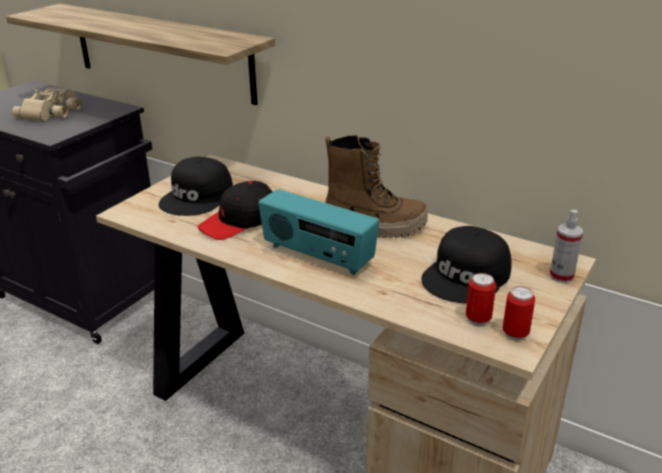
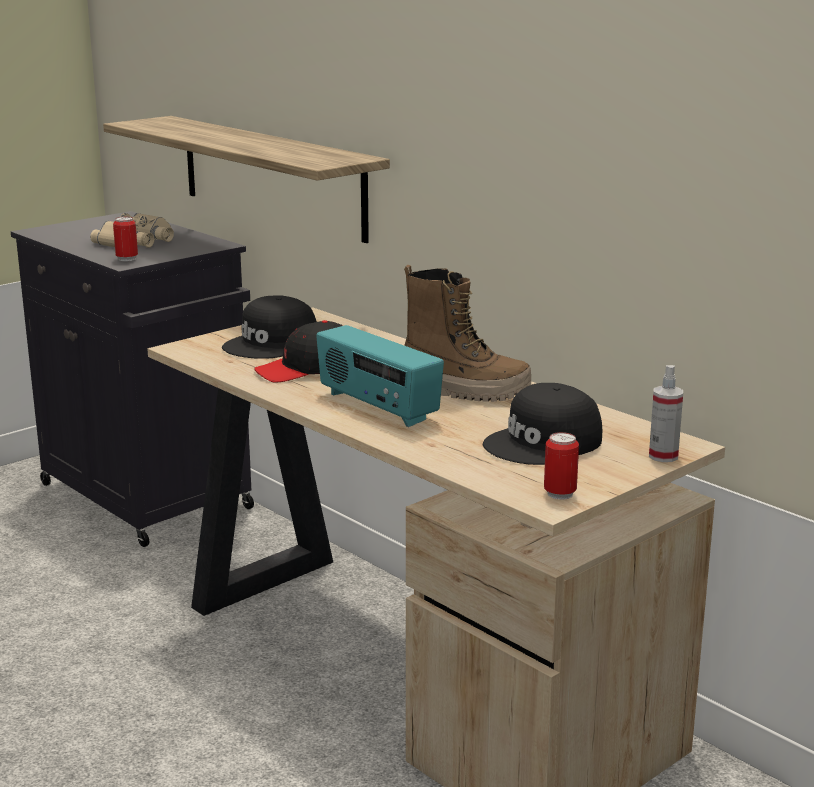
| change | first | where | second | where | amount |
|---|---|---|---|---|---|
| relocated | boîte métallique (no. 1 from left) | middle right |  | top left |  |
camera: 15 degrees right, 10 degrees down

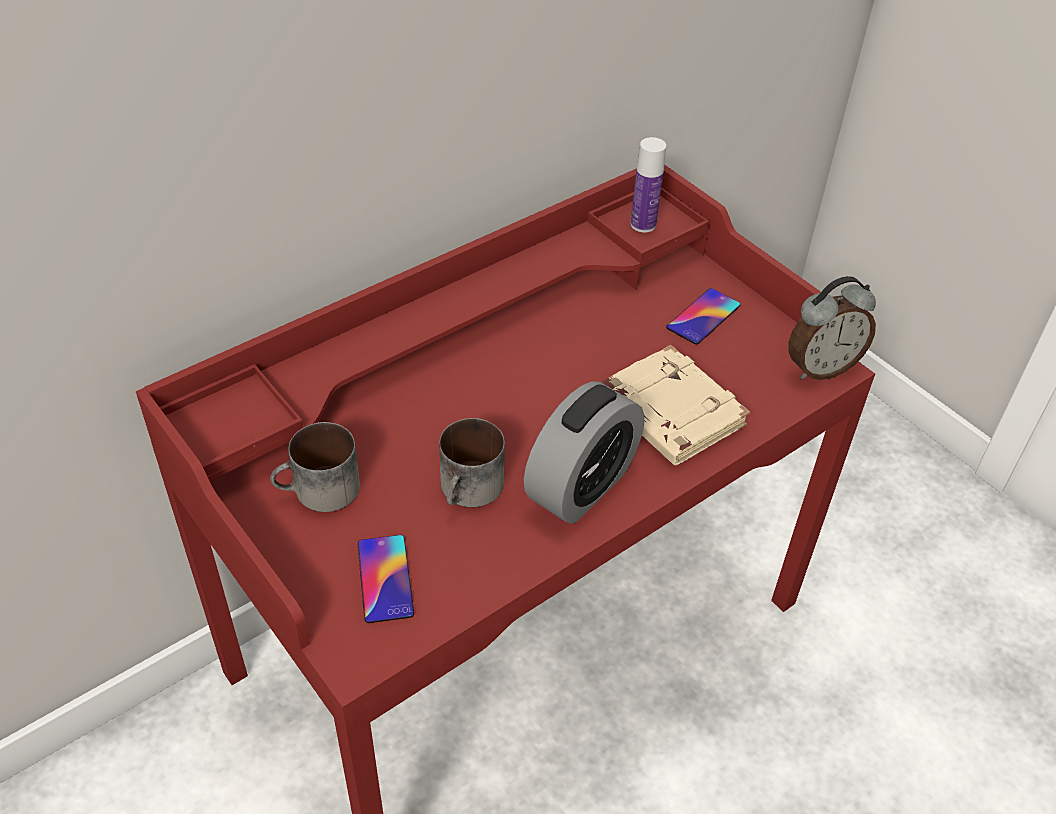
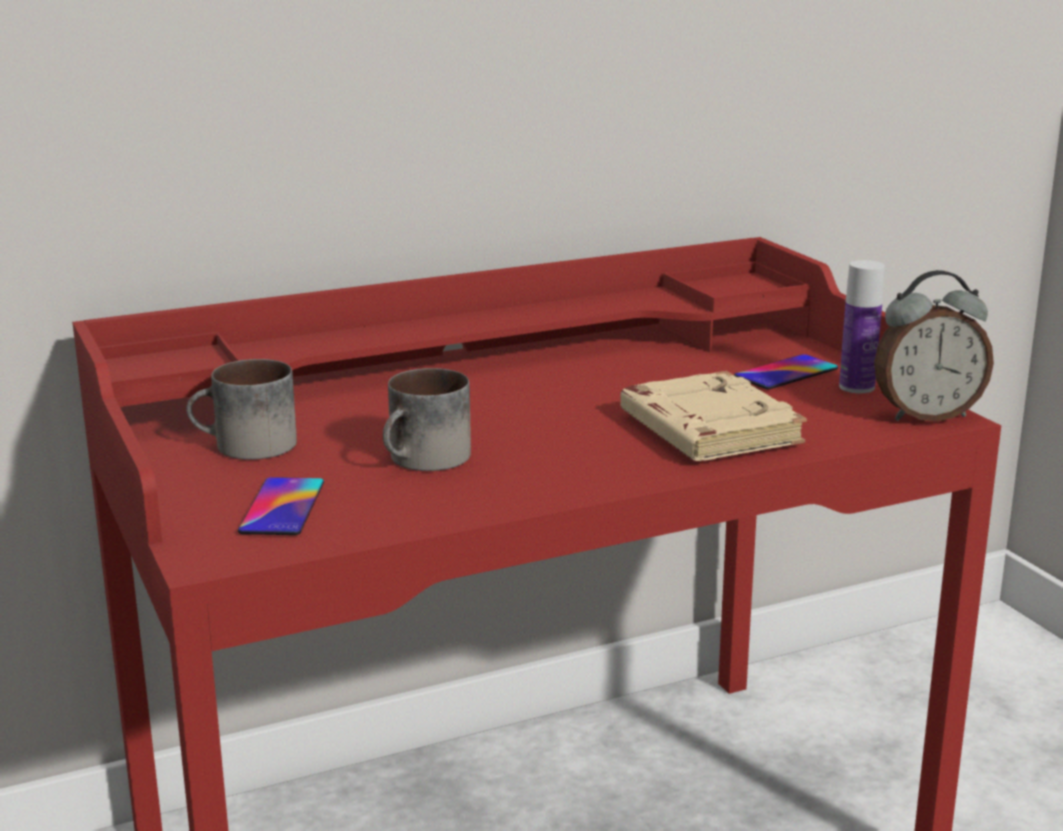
| change | first | where | second | where | amount |
|---|---|---|---|---|---|
| relocated | bouteille | top centre |  | middle right |  |
| missing | réveil (no. 1 from left) | centre |  |  |  |
camera: 15 degrees right, 25 degrees down

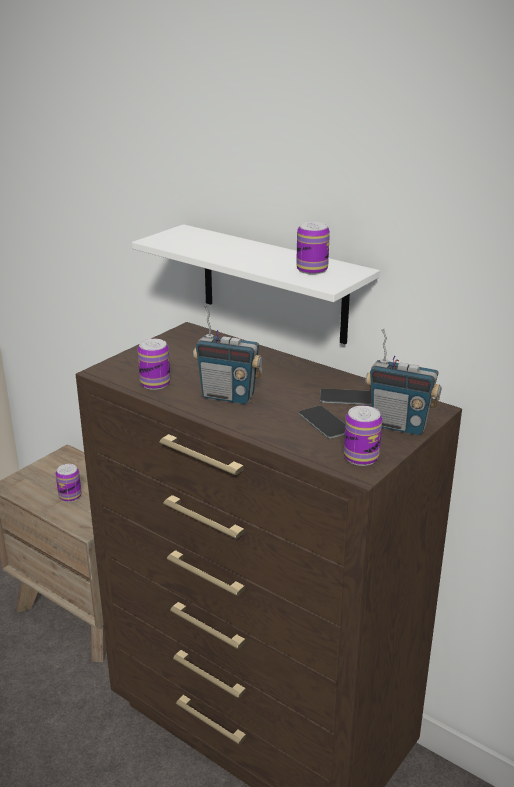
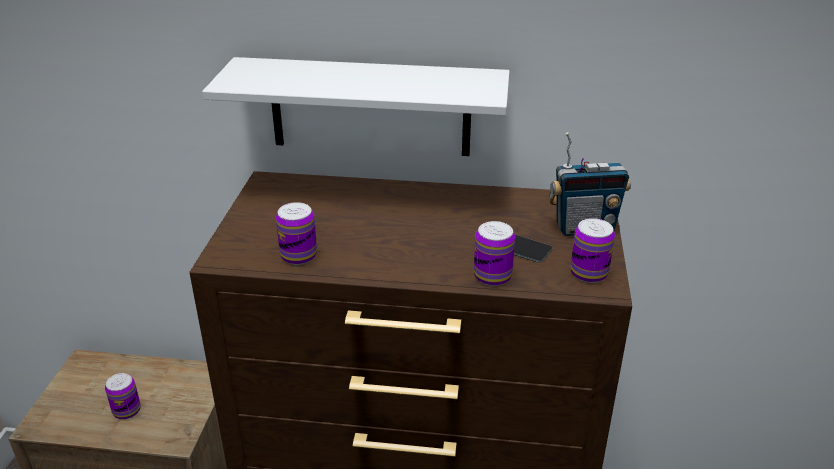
| change | first | where | second | where | amount |
|---|---|---|---|---|---|
| relocated | boîte métallique (no. 3 from left) | top centre |  | centre |  |
| missing | radio (no. 1 from left) | centre |  |  |  |
| missing | téléphone (no. 2 from left) | middle right |  |  |  |
camera: 30 degrees left, 5 degrees up

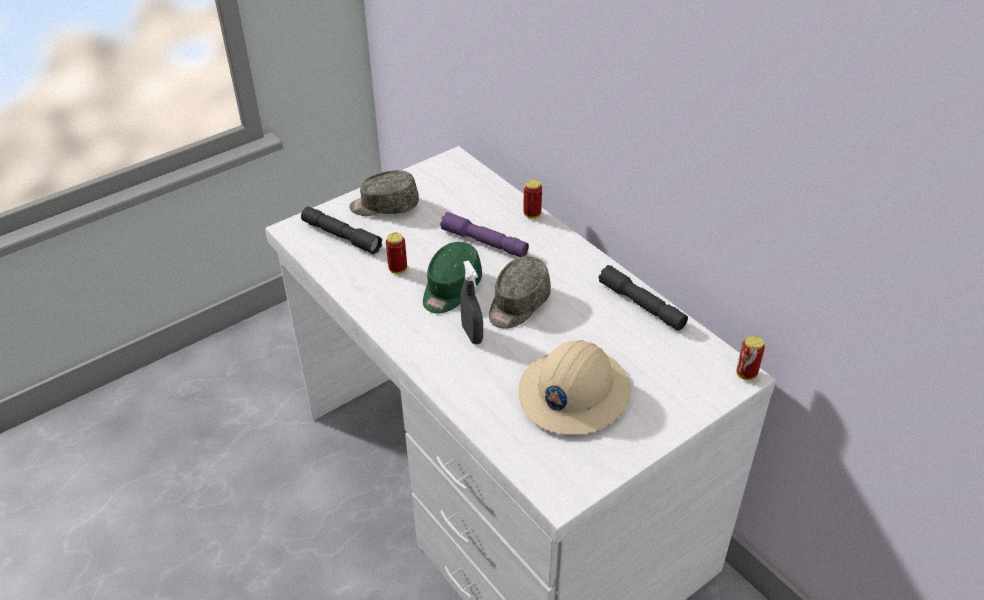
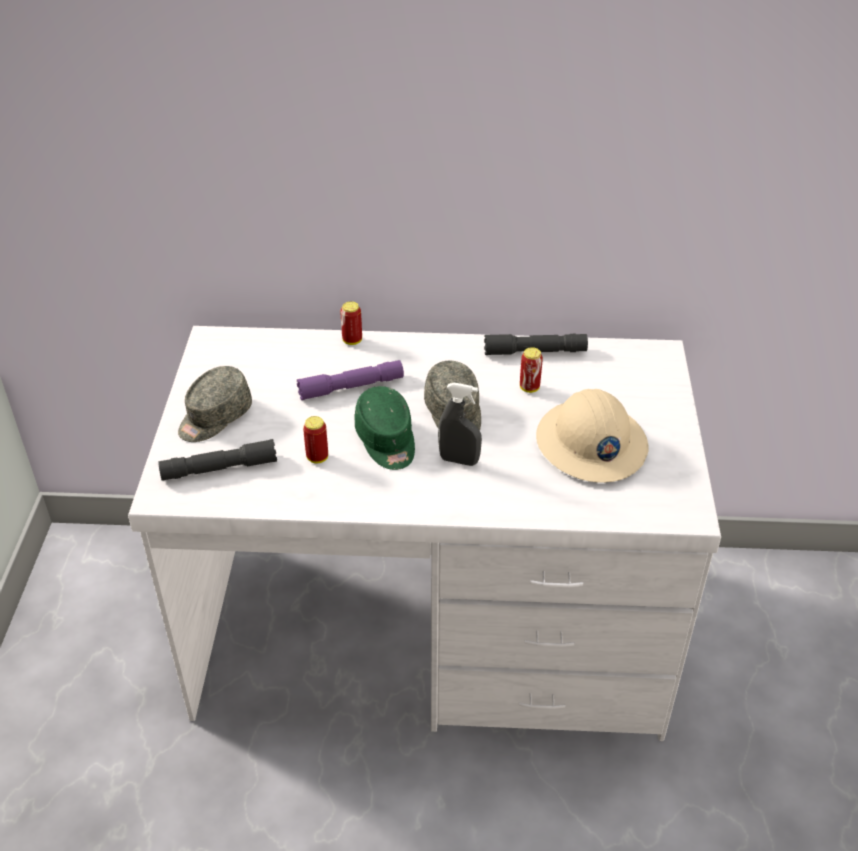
| change | first | where | second | where | amount |
|---|---|---|---|---|---|
| relocated | boîte métallique (no. 3 from left) | middle right |  | centre |  |
camera: 50 degrees left, 0 degrees up

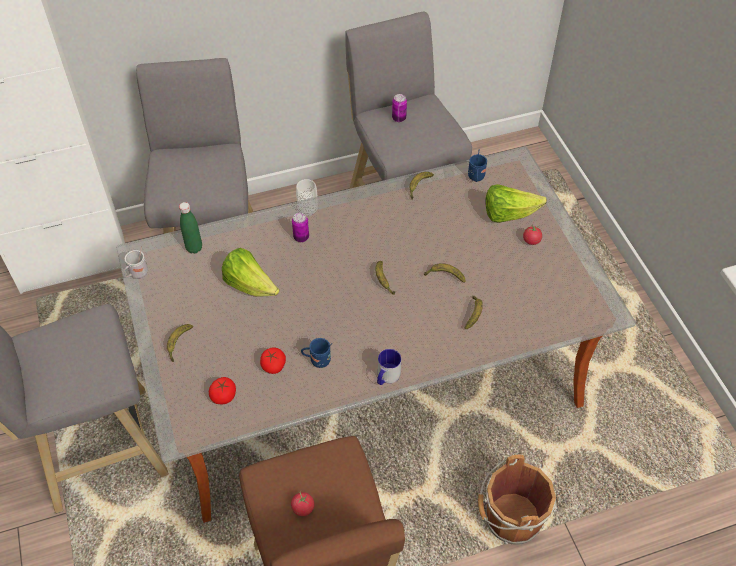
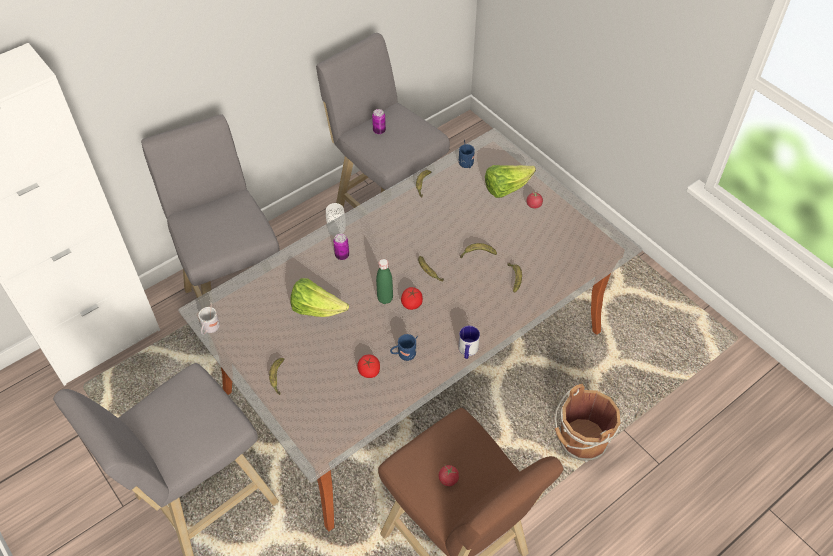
| change | first | where | second | where | amount |
|---|---|---|---|---|---|
| relocated | bouteille (vert) | middle left |  | centre |  |
| relocated | tomate (no. 1 from left in the first image) | bottom left | tomate (no. 2 from left) | centre |  |
camera: 20 degrees left, 0 degrees up

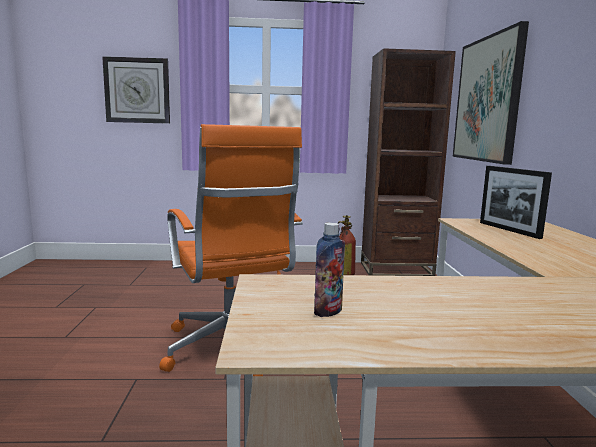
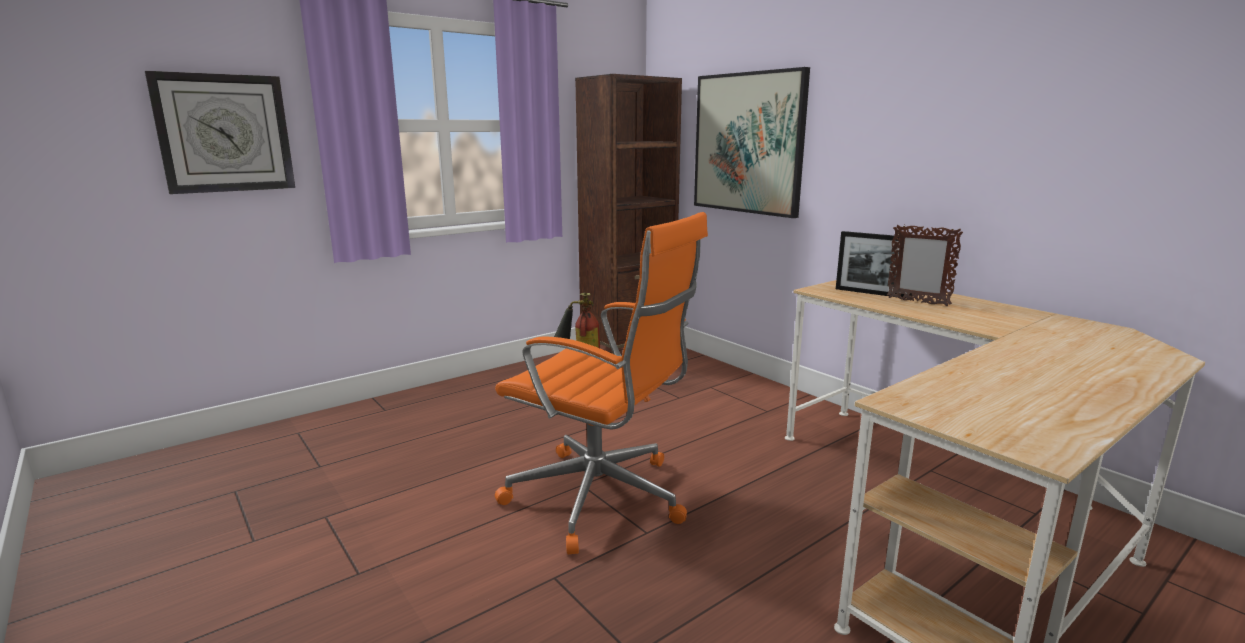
| change | first | where | second | where | amount |
|---|---|---|---|---|---|
| missing | bouteille | centre |  |  |  |
| appeared |  |  | cadre photo (no. 2 from left) | middle right |  |
camera: 35 degrees left, 5 degrees up

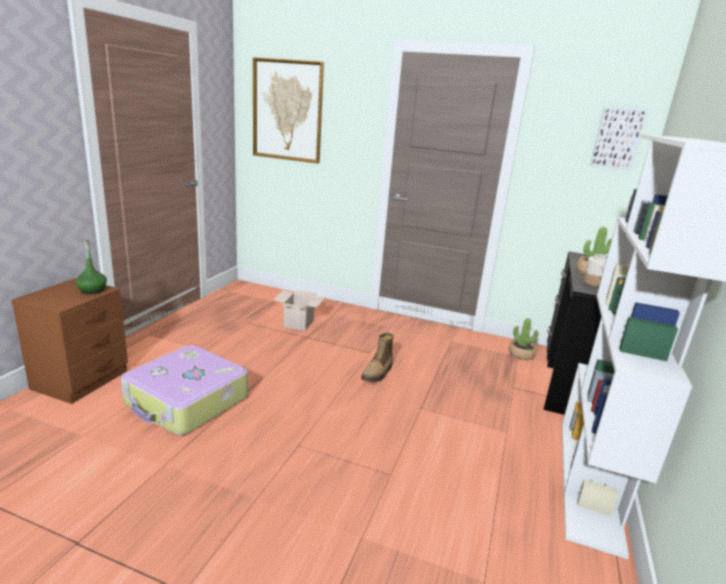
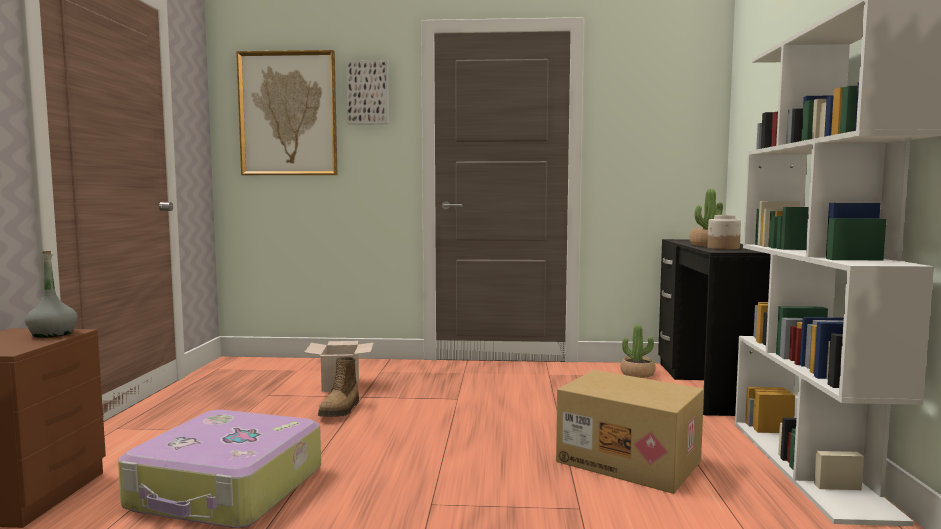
| change | first | where | second | where | amount |
|---|---|---|---|---|---|
| relocated | tableau (no. 2 from left) | top right |  | top centre |  |
| colour | bouteille (vert) | middle left | bouteille (gris) | middle left |  |
| relocated | botte | centre |  | bottom centre |  |
| appeared |  |  | carton (no. 2 from left) | bottom right |  |
camera: 15 degrees left, 15 degrees down

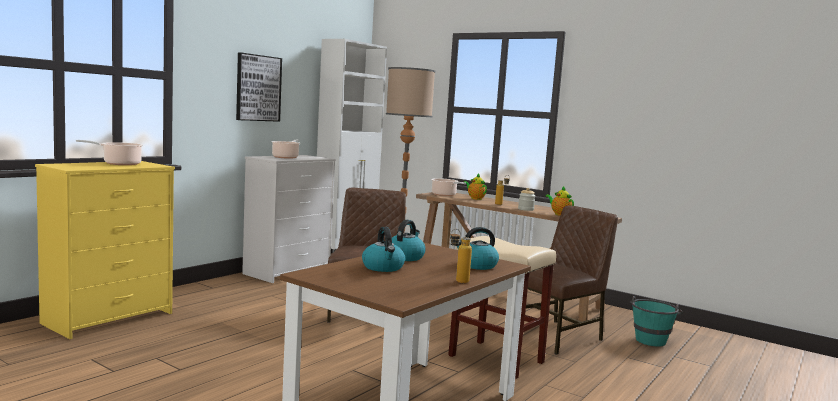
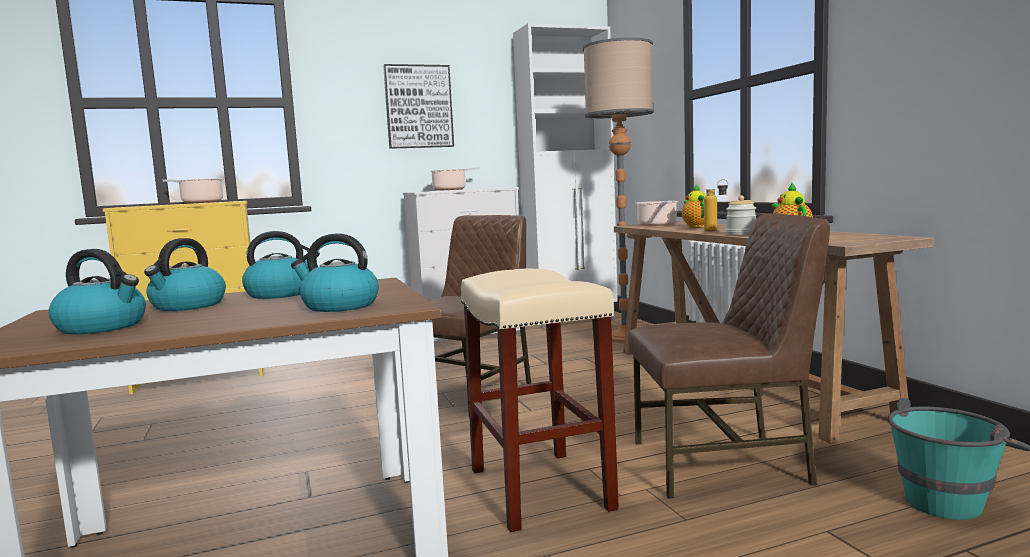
| change | first | where | second | where | amount |
|---|---|---|---|---|---|
| missing | bouteille (no. 1 from left) | centre |  |  |  |
| appeared |  |  | bouilloire (no. 1 from left) | middle left |  |
camera: 35 degrees right, 0 degrees up

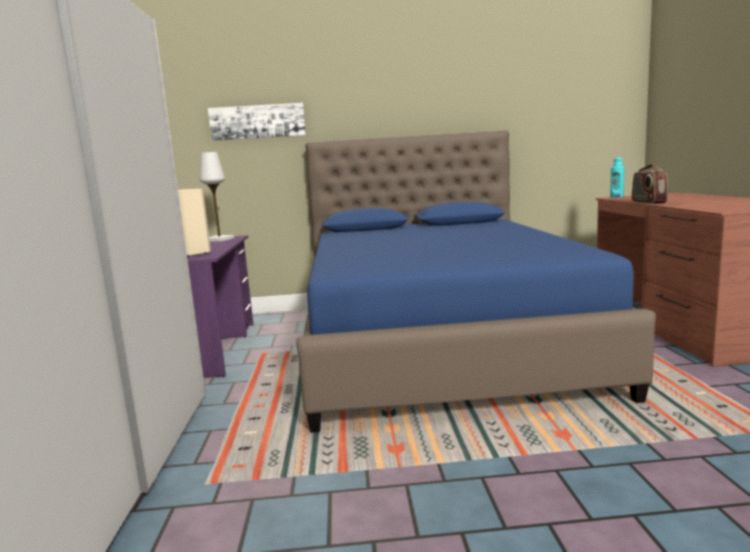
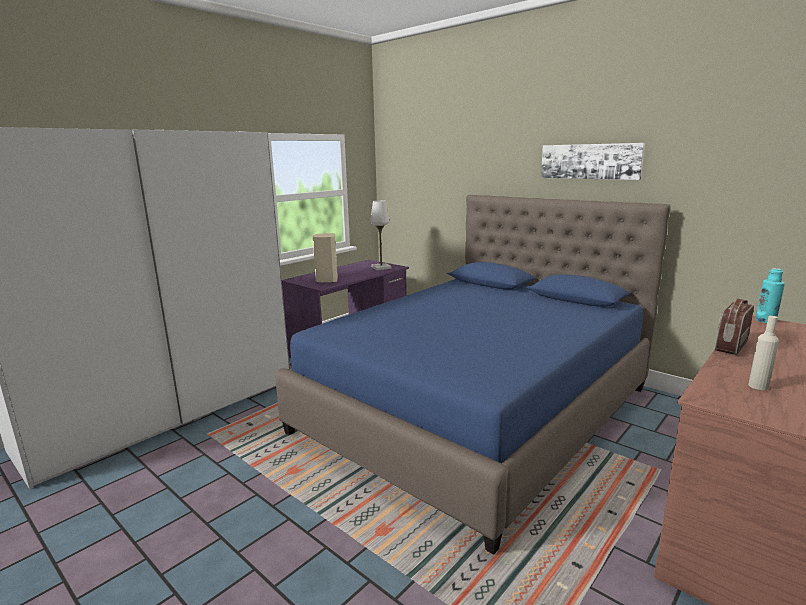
| change | first | where | second | where | amount |
|---|---|---|---|---|---|
| relocated | tableau | top centre |  | top right |  |
| appeared |  |  | bouteille (beige) | middle right |  |
camera: 45 degrees right, 5 degrees up

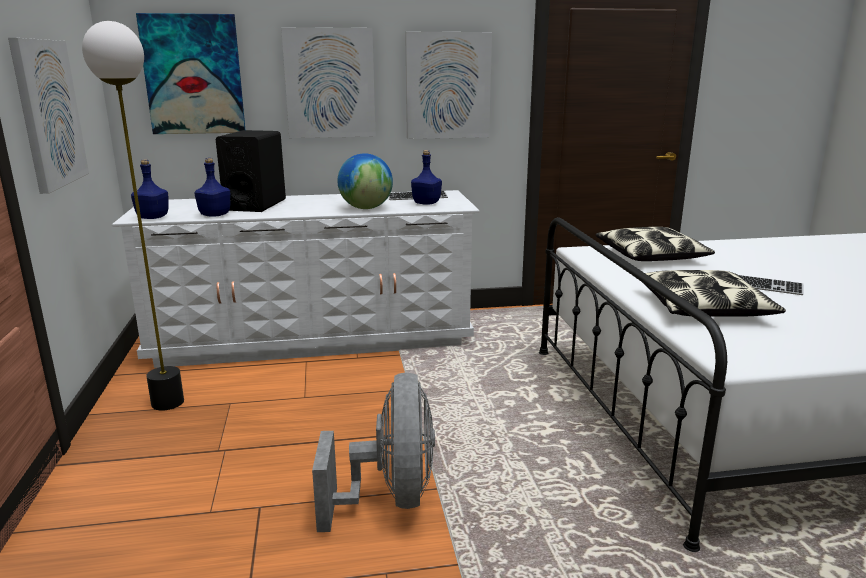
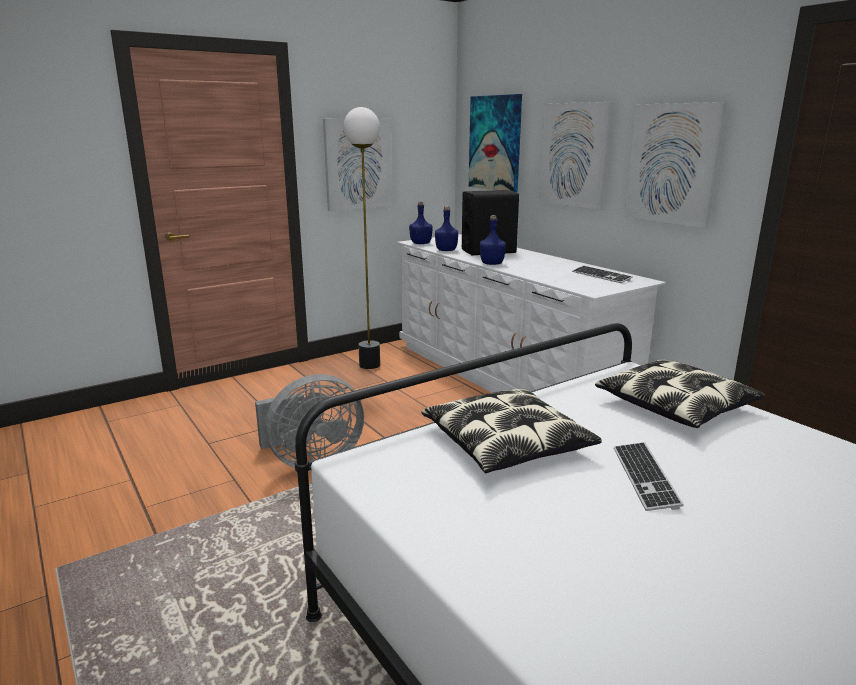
| change | first | where | second | where | amount |
|---|---|---|---|---|---|
| relocated | bouteille (bleu) (no. 3 from left) | top centre |  | centre |  |
| missing | globe | top centre |  |  |  |
camera: 65 degrees right, 0 degrees up

